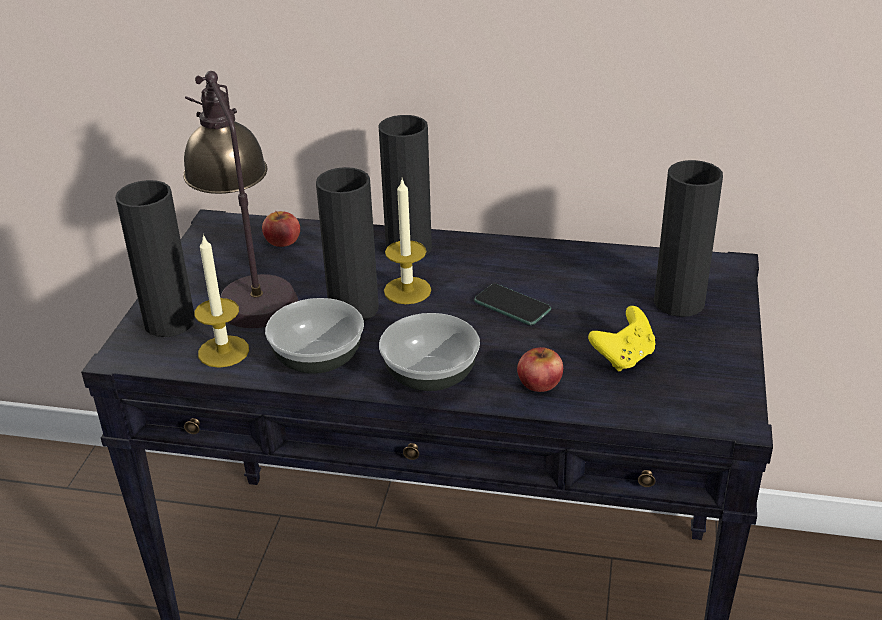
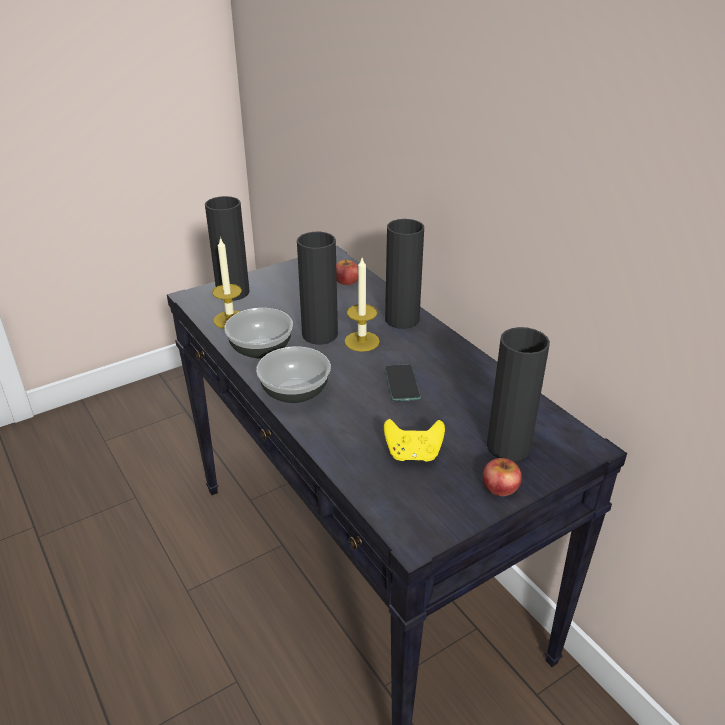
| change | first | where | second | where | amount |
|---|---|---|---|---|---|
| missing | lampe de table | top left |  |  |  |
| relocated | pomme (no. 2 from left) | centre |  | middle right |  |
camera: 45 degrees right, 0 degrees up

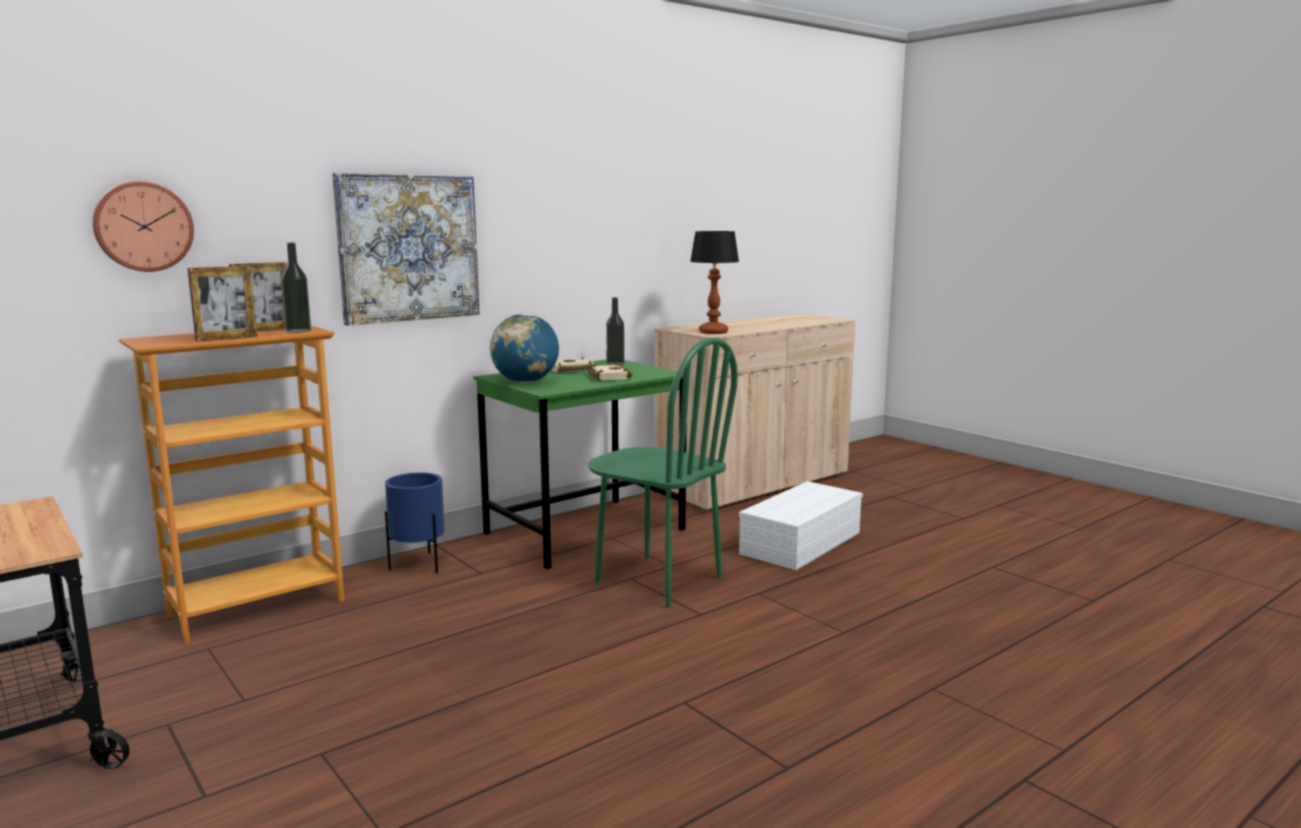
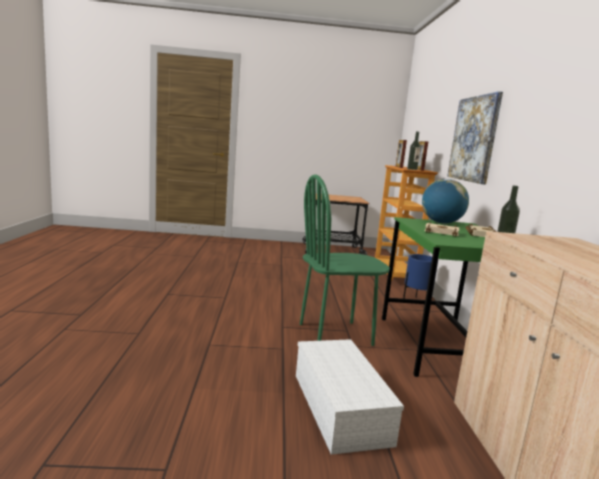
| change | first | where | second | where | amount |
|---|---|---|---|---|---|
| missing | horloge murale | top left |  |  |  |
| missing | lampe de table | centre |  |  |  |
camera: 125 degrees right, 0 degrees up

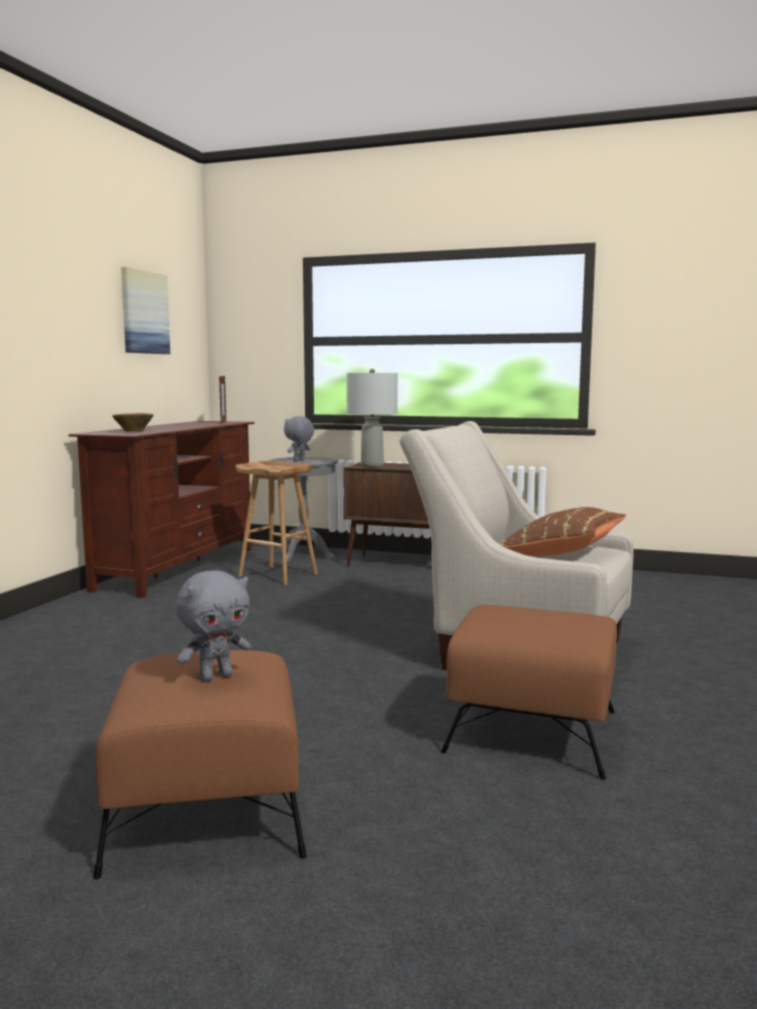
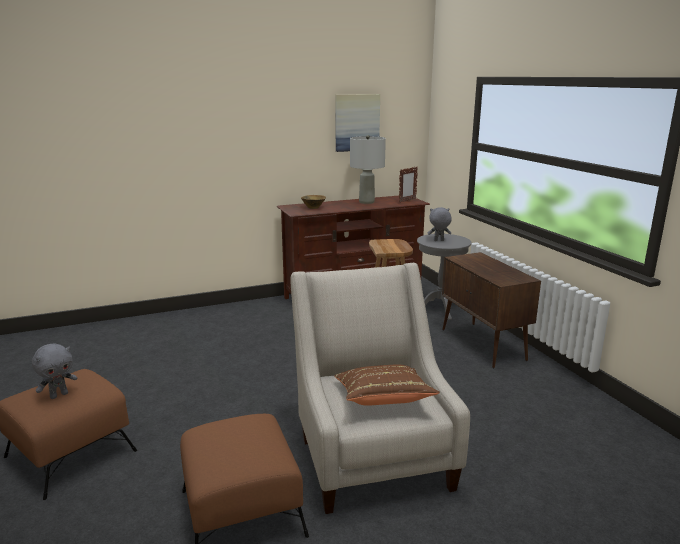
| change | first | where | second | where | amount |
|---|---|---|---|---|---|
| relocated | lampe de table (gris) | centre |  | top centre |  |
| spun | peluche (gris) (no. 1 from left) | middle left |  | bottom left | 60 degrees counterclockwise |
camera: 50 degrees right, 10 degrees up

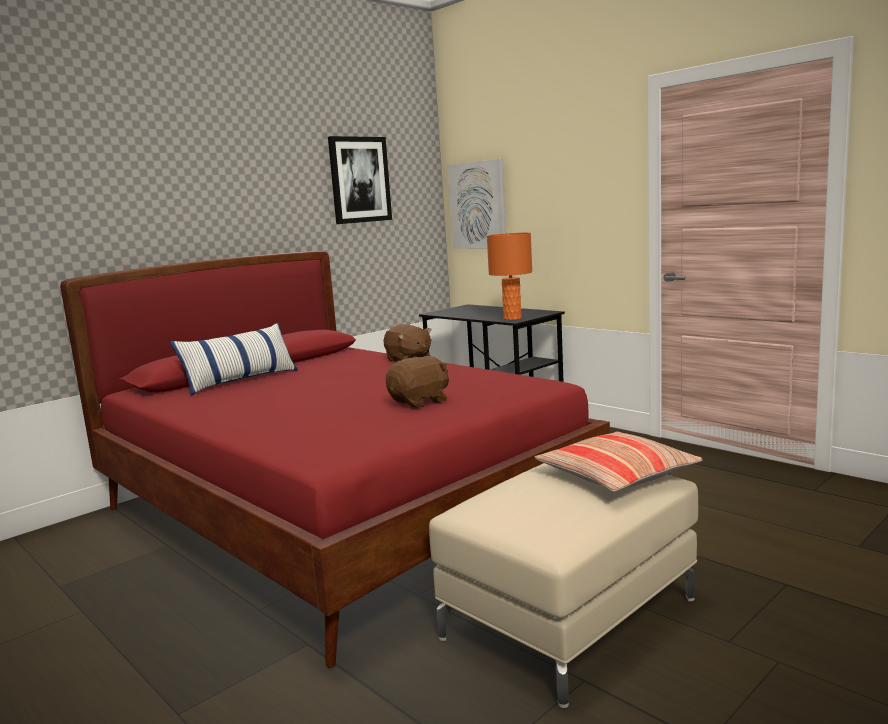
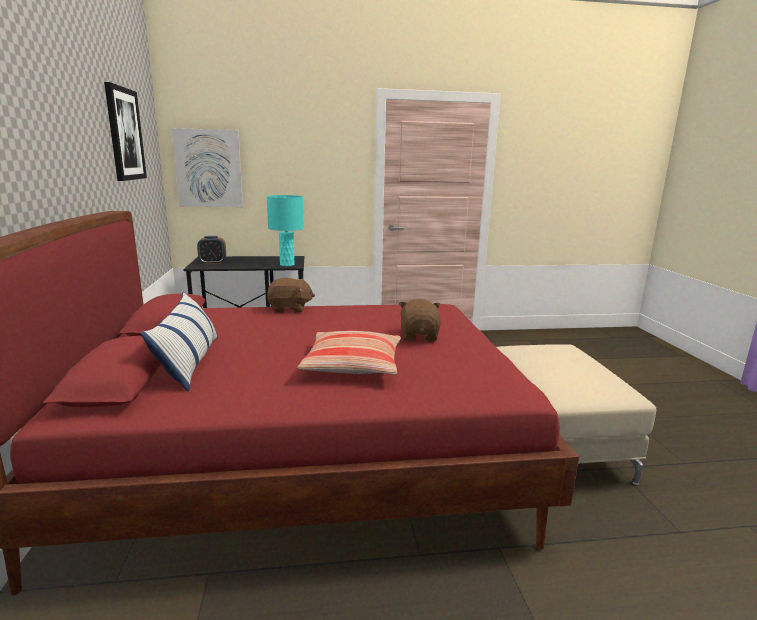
| change | first | where | second | where | amount |
|---|---|---|---|---|---|
| colour | lampe de table (orange) | centre | lampe de table (turquoise) | centre |  |
| relocated | coussin (no. 2 from left) | middle right |  | centre |  |
| appeared |  |  | réveil | middle left |  |
camera: 55 degrees left, 5 degrees up

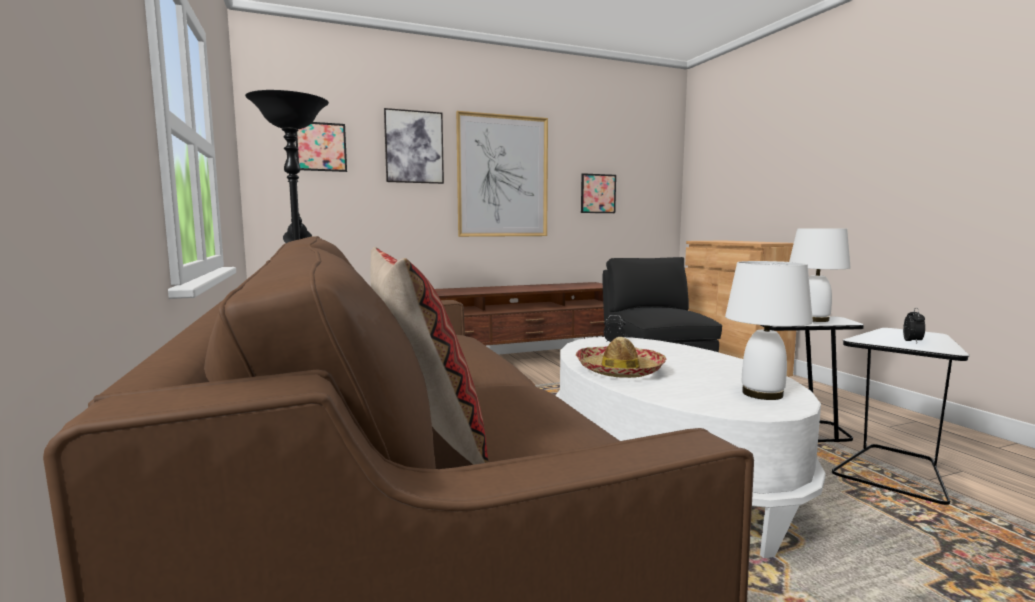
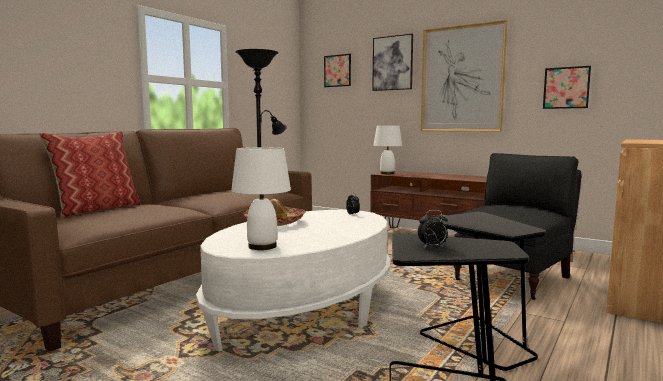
| change | first | where | second | where | amount |
|---|---|---|---|---|---|
| relocated | lampe de table (blanc) (no. 2 from left) | middle right |  | centre |  |
camera: 55 degrees right, 0 degrees up

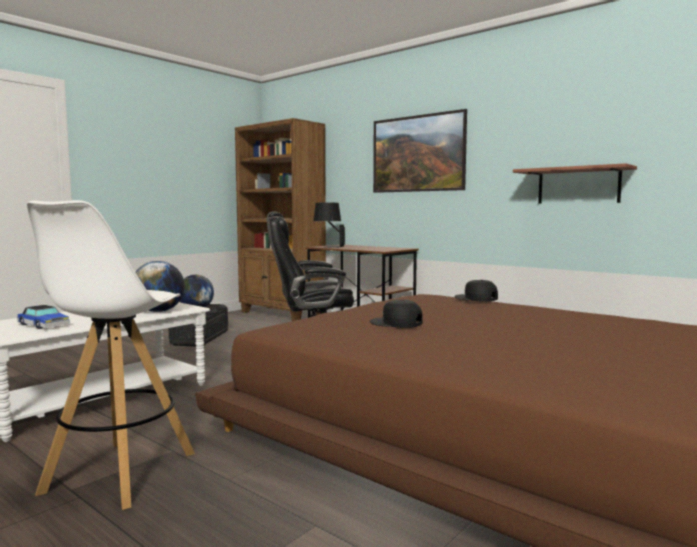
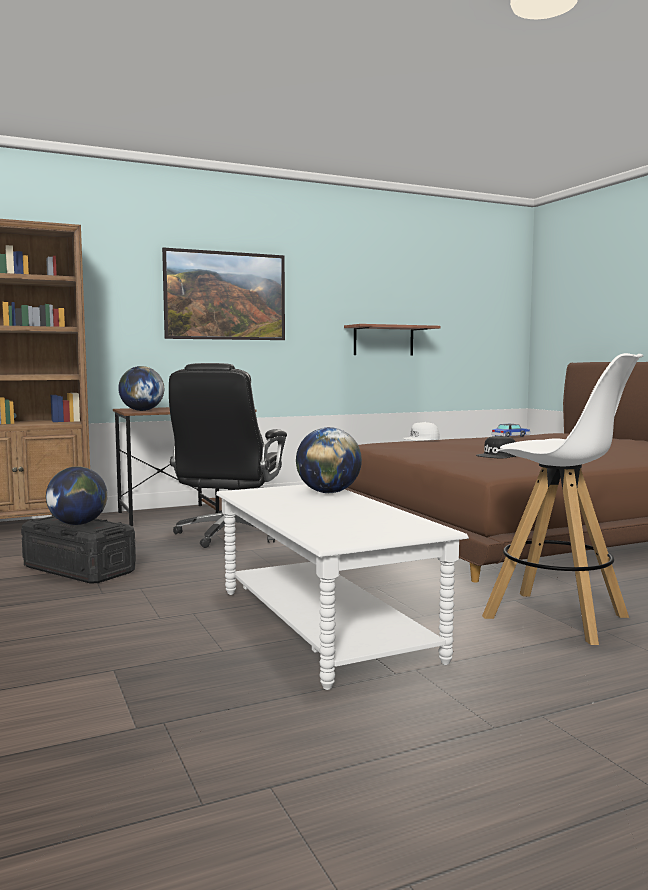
| change | first | where | second | where | amount |
|---|---|---|---|---|---|
| exchanged | lampe de table (noir) | centre | globe (no. 2 from left) | middle left |  |
| colour | casquette (noir) (no. 2 from left) | middle right | casquette (blanc) | centre |  |
| relocated | petite voiture | middle left |  | middle right |  |
camera: 65 degrees left, 0 degrees up

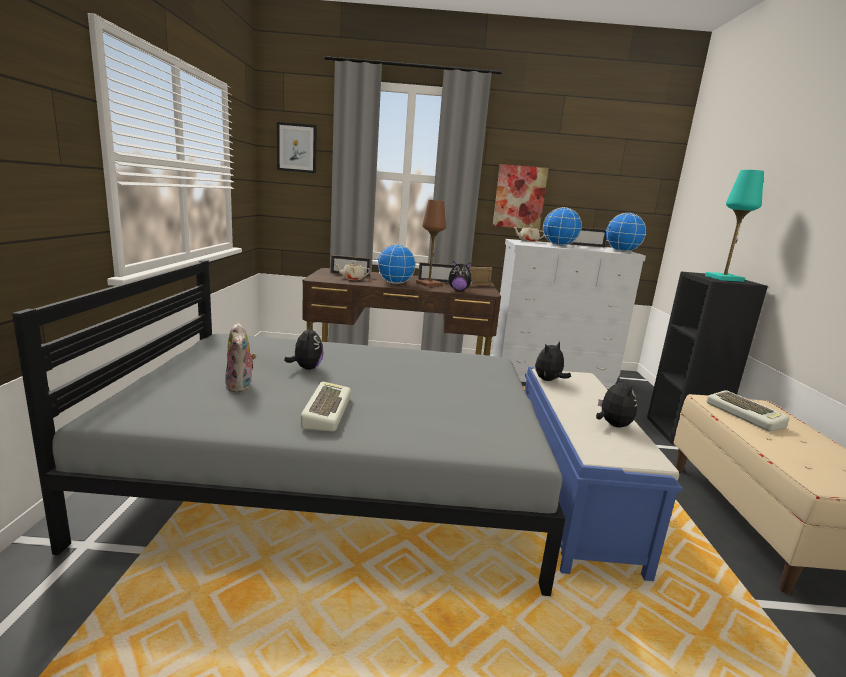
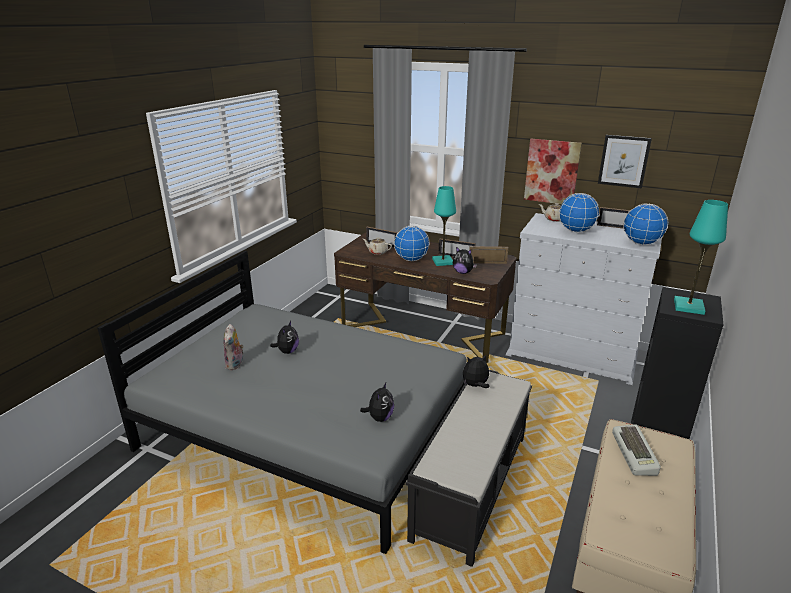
| change | first | where | second | where | amount |
|---|---|---|---|---|---|
| relocated | tableau (no. 1 from left in the first image) | top centre | tableau (no. 2 from left) | top right |  |
| colour | lampe de table (marron) | centre | lampe de table (turquoise) (no. 1 from left) | centre |  |
| colour | banc (bleu) | bottom right | banc (noir) | bottom centre |  |
| relocated | peluche (no. 5 from left in the first image) | middle right | peluche (no. 3 from left) | bottom centre |  |
| missing | clavier (no. 1 from left) | centre |  |  |  |
camera: 25 degrees right, 10 degrees up

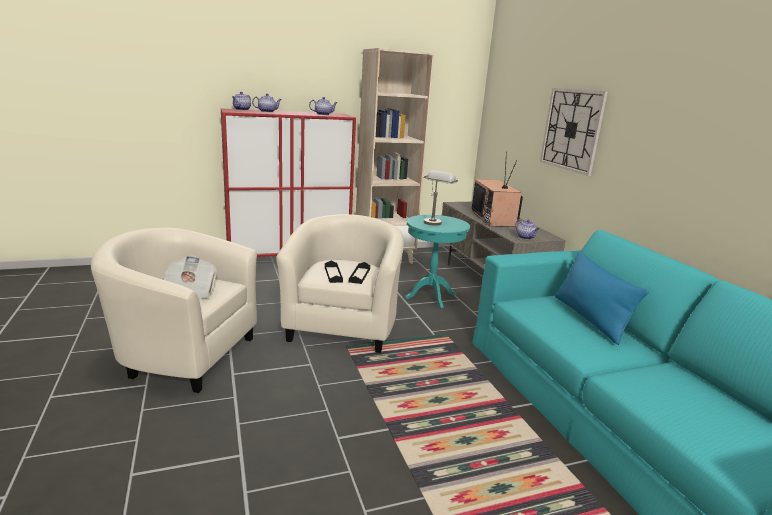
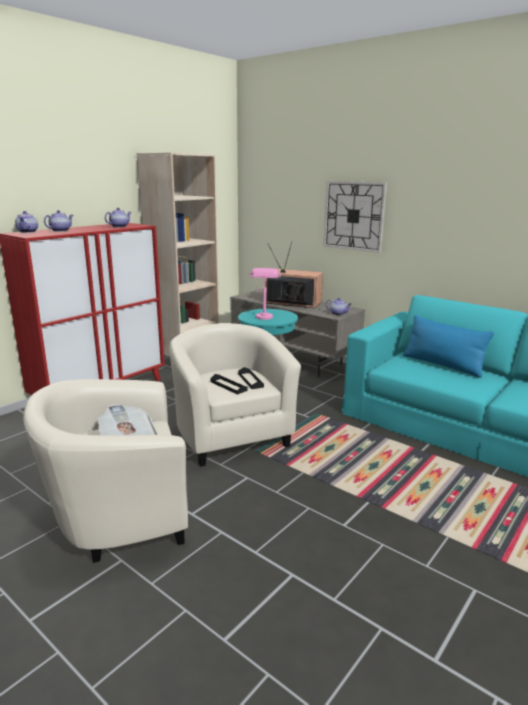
| change | first | where | second | where | amount |
|---|---|---|---|---|---|
| spun | téléviseur | centre |  | centre | 150 degrees clockwise |
| colour | lampe de table (gris) | centre | lampe de table (rose) | centre |  |
camera: 30 degrees left, 0 degrees up

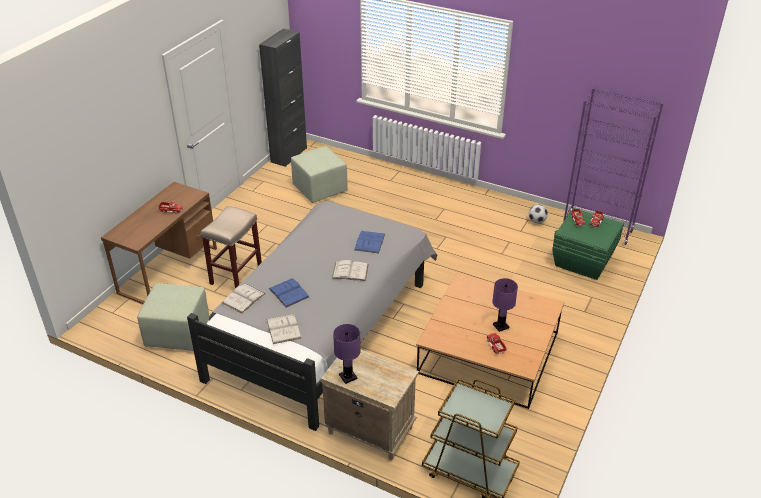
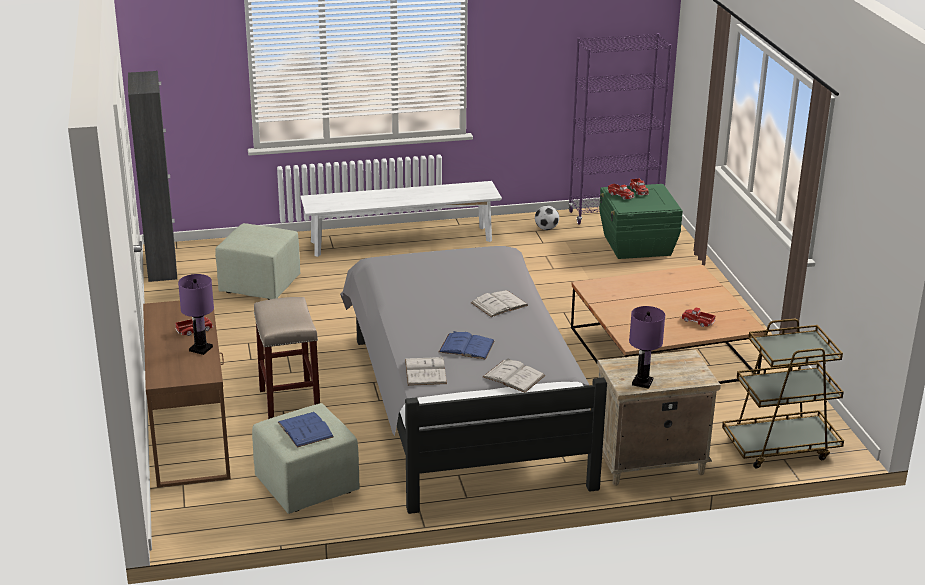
| change | first | where | second | where | amount |
|---|---|---|---|---|---|
| relocated | livre (bleu) (no. 2 from left in the first image) | centre | livre (bleu) (no. 1 from left) | bottom left |  |
| relocated | lampe de table (violet) (no. 2 from left in the first image) | centre | lampe de table (violet) (no. 1 from left) | middle left |  |
| appeared |  |  | banc (blanc) | centre |  |
camera: 40 degrees left, 10 degrees down

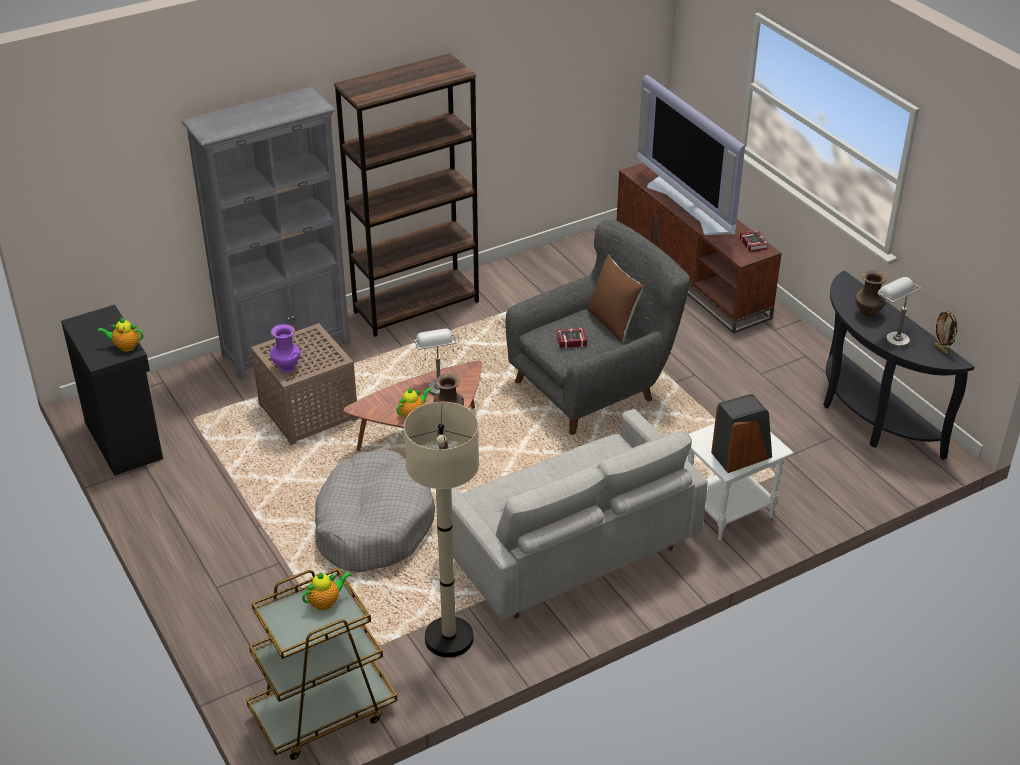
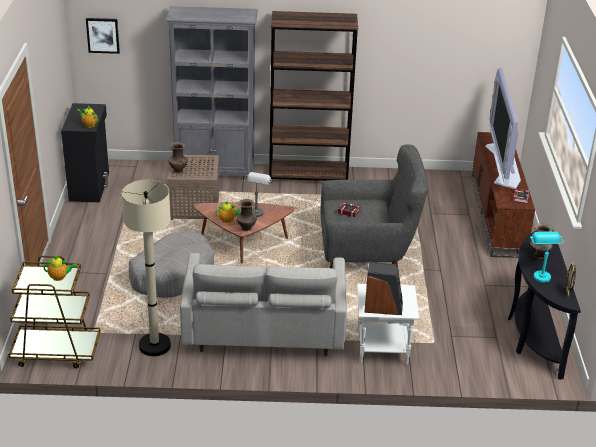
| change | first | where | second | where | amount |
|---|---|---|---|---|---|
| missing | coussin (marron) | centre |  |  |  |
| colour | lampe de table (gris) (no. 2 from left) | middle right | lampe de table (turquoise) | middle right |  |
| colour | vase (violet) | middle left | vase (marron) (no. 1 from left) | middle left |  |
| appeared |  |  | tableau | top left |  |
camera: 30 degrees right, 5 degrees down

